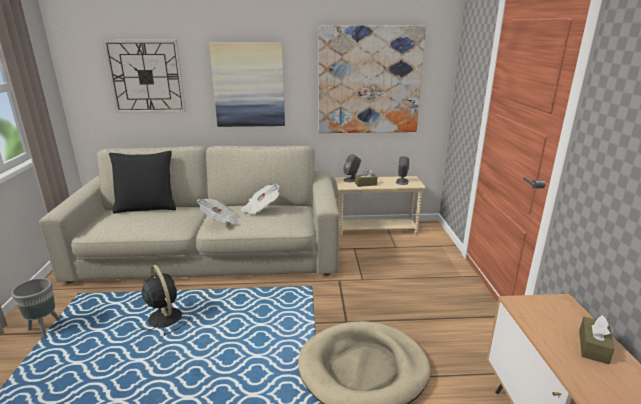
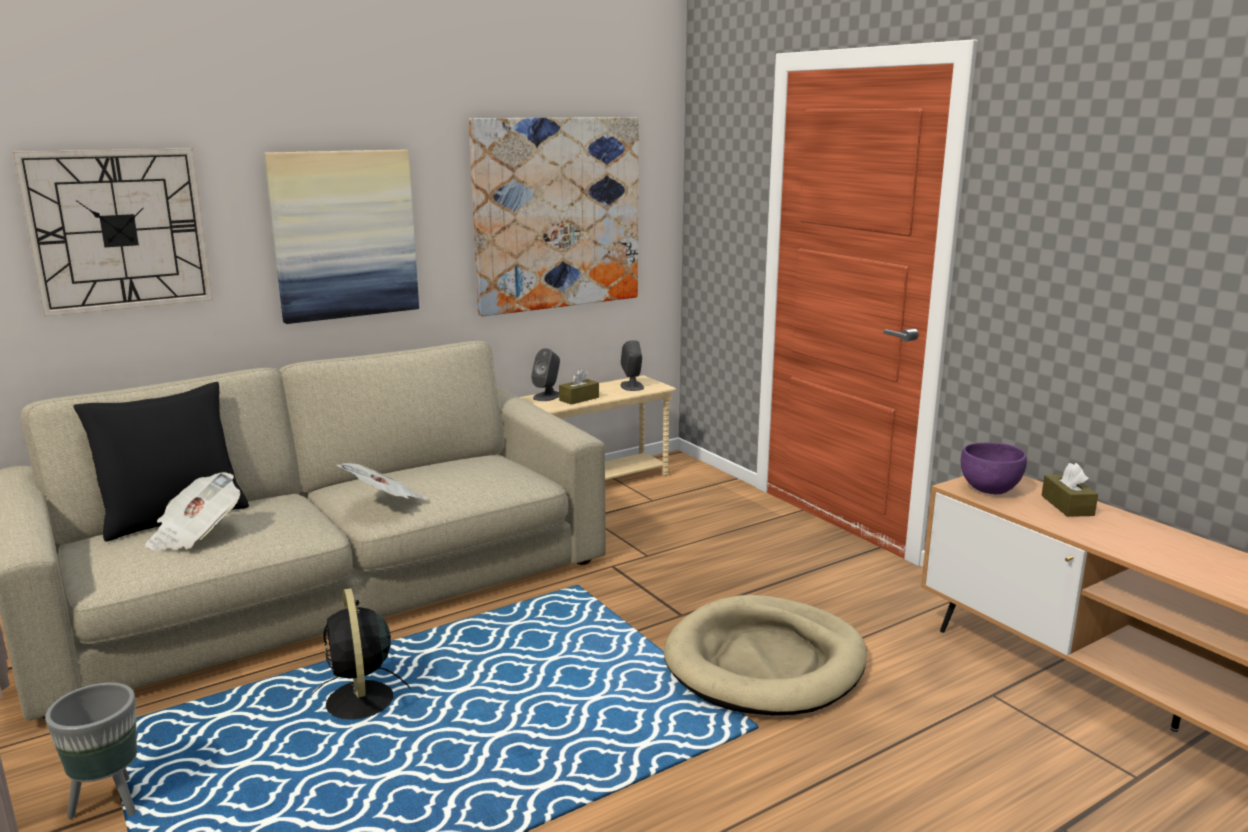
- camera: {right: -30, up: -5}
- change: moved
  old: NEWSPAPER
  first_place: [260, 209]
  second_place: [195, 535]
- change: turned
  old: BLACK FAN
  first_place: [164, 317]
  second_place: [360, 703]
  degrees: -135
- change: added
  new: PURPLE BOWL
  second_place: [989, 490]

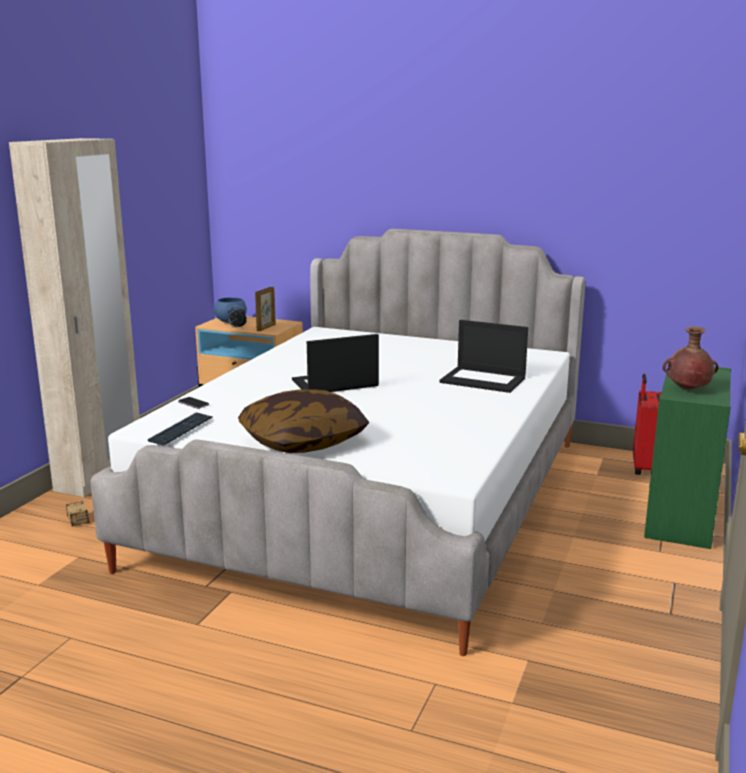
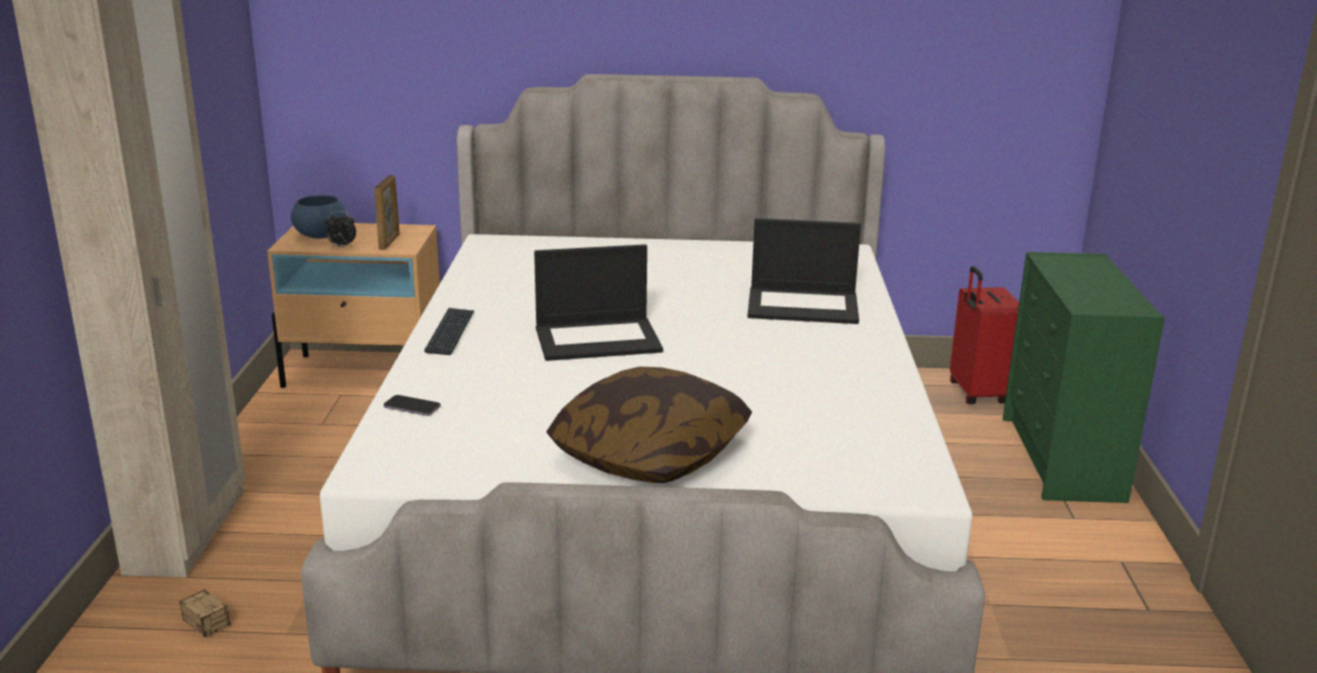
- camera: {right: -20, up: 5}
- change: moved
  old: KEYBOARD
  first_place: [181, 430]
  second_place: [450, 332]
- change: turned
  old: LAPTOP
  first_place: [334, 384]
  second_place: [599, 339]
  degrees: -150
- change: removed
  old: BROWN VASE
  first_place: [687, 390]

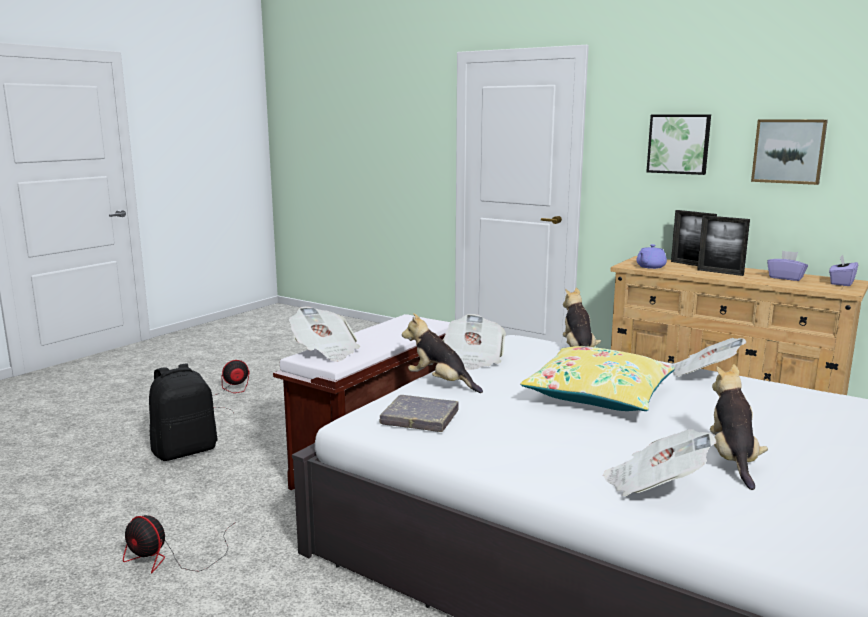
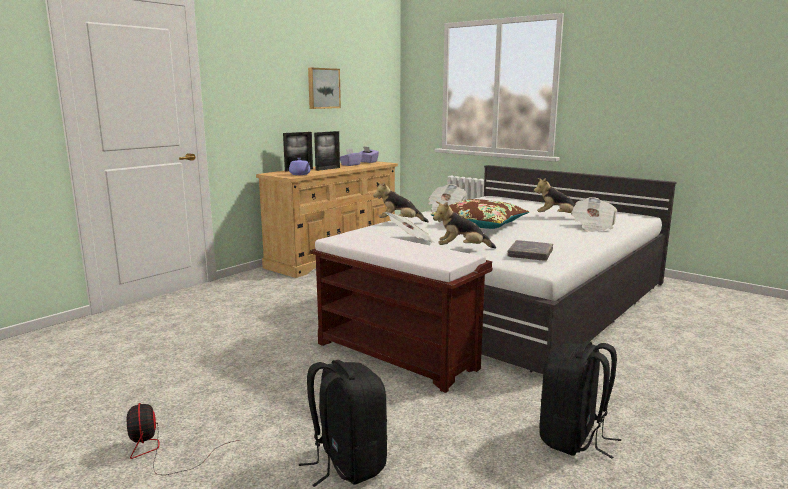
- camera: {right: -85, up: 0}
- change: recoloured
  old: YELLOW PILLOW
  new: BROWN PILLOW
  first_place: [599, 394]
  second_place: [480, 224]
- change: turned
  old: PLUSH TOY
  first_place: [440, 383]
  second_place: [462, 249]
  degrees: 45
- change: replaced
  old: FAN
  new: BLACK BACKPACK
  first_place: [171, 558]
  second_place: [573, 439]
- change: removed
  old: NEWSPAPER
  first_place: [325, 351]
- change: removed
  old: PICTURE
  first_place: [679, 144]

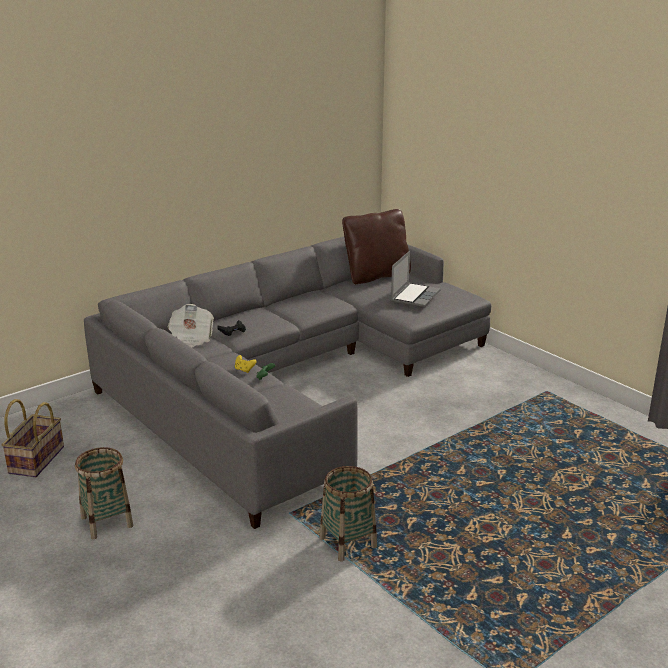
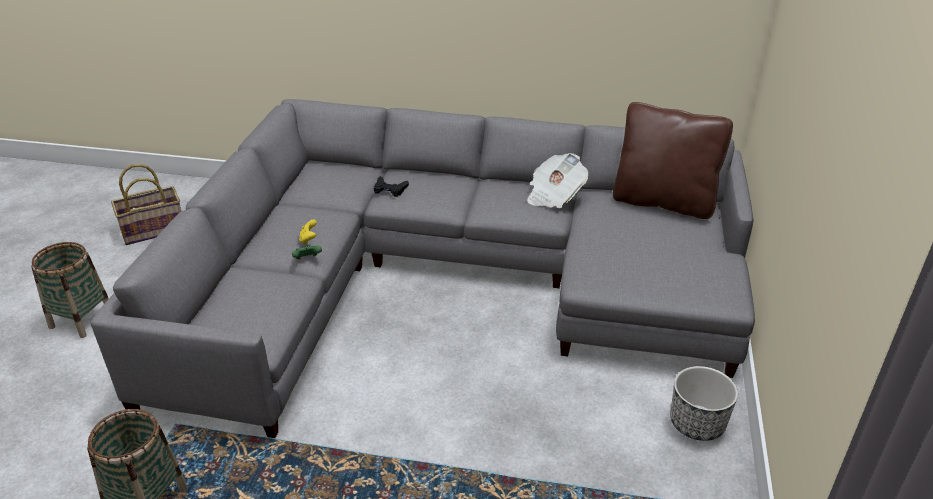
- camera: {right: 50, up: 10}
- change: moved
  old: NEWSPAPER
  first_place: [191, 338]
  second_place: [554, 195]
- change: added
  new: PLANTER
  second_place: [696, 423]
- change: removed
  old: LAPTOP
  first_place: [415, 296]

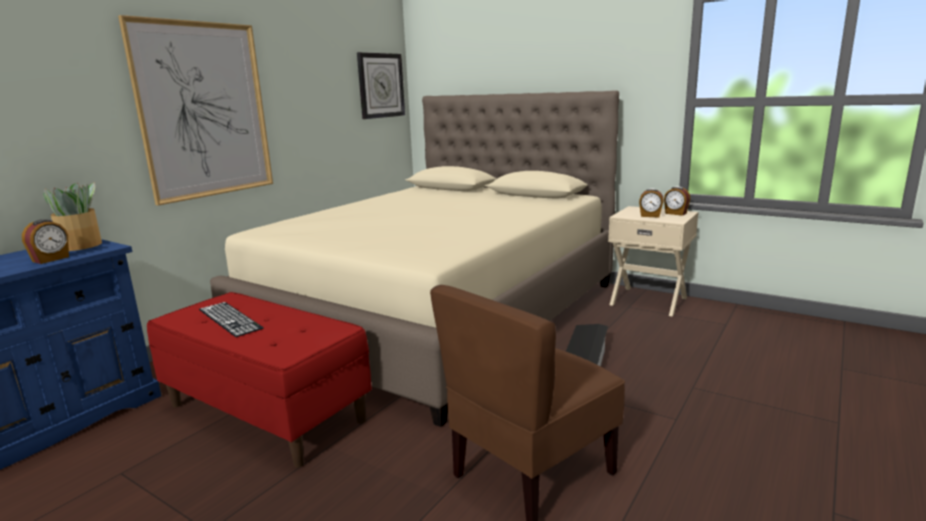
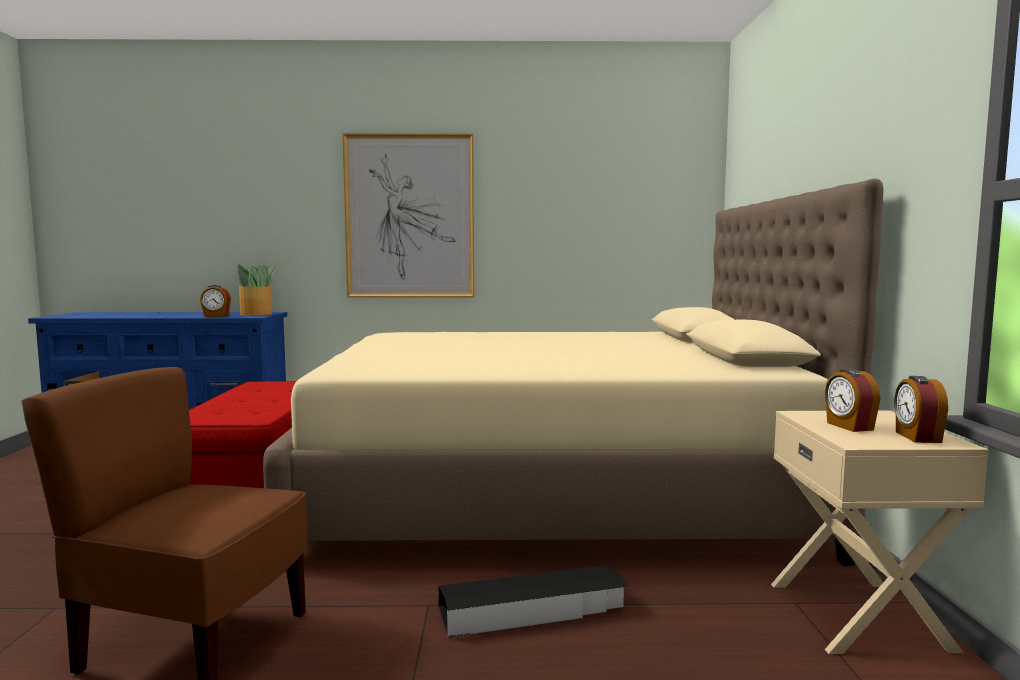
- camera: {right: 55, up: -10}
- change: removed
  old: KEYBOARD
  first_place: [230, 319]
- change: removed
  old: WALL CLOCK
  first_place: [380, 85]

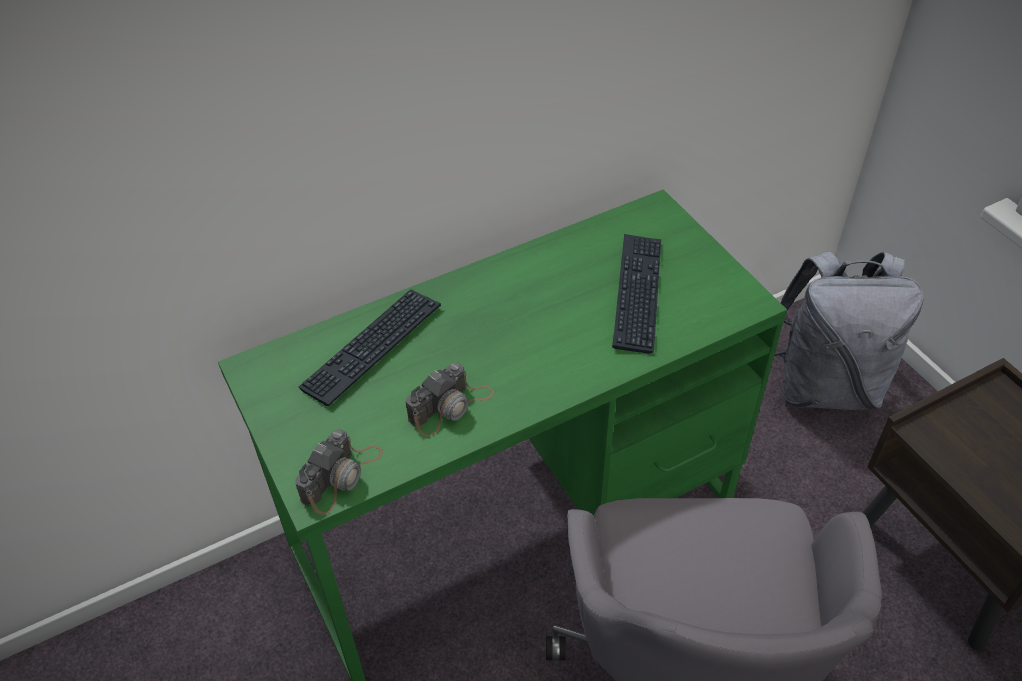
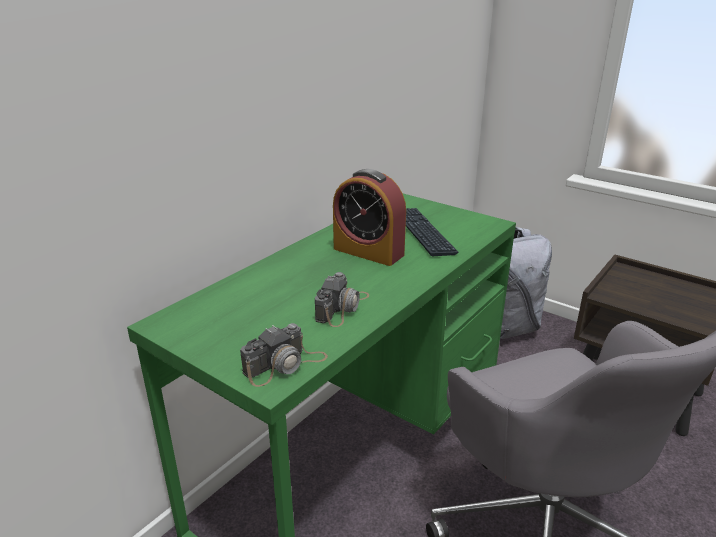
- camera: {right: -25, up: -20}
- change: turned
  old: PHOTO CAMERA
  first_place: [341, 475]
  second_place: [285, 365]
  degrees: 45
- change: added
  new: ALARM CLOCK
  second_place: [368, 252]
- change: removed
  old: KEYBOARD
  first_place: [372, 347]

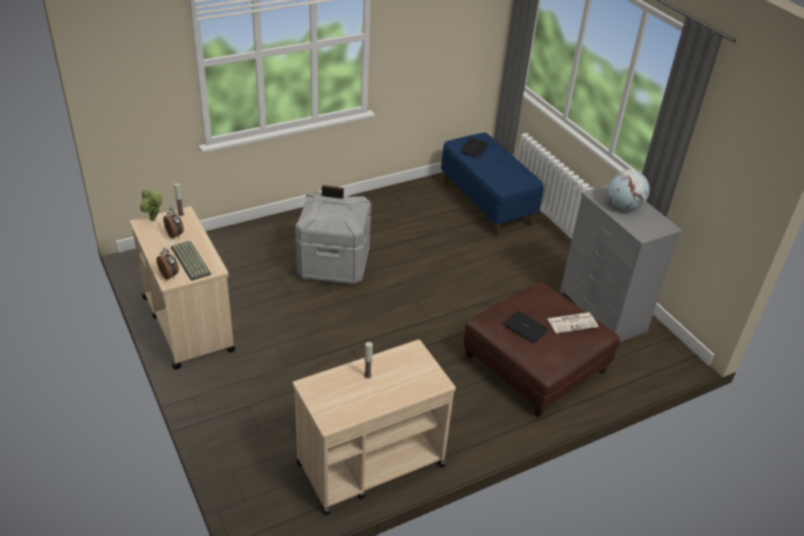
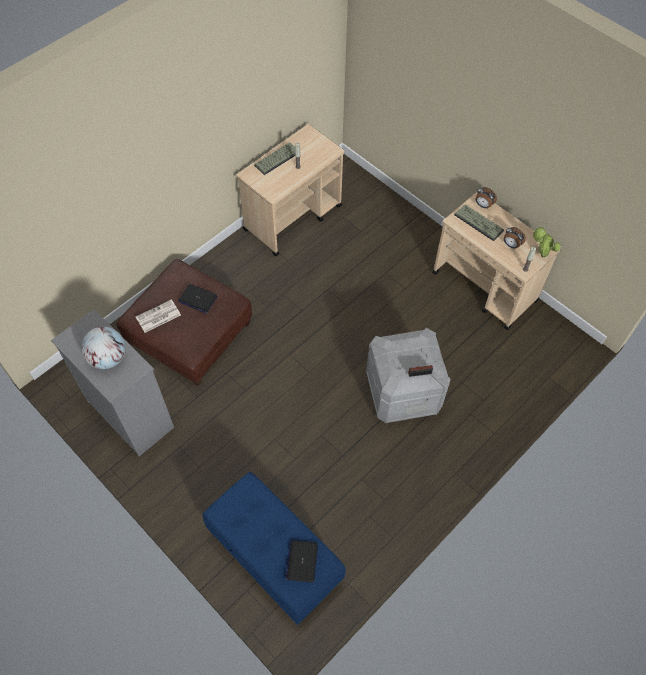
- camera: {right: 165, up: 20}
- change: added
  new: KEYBOARD
  second_place: [277, 158]

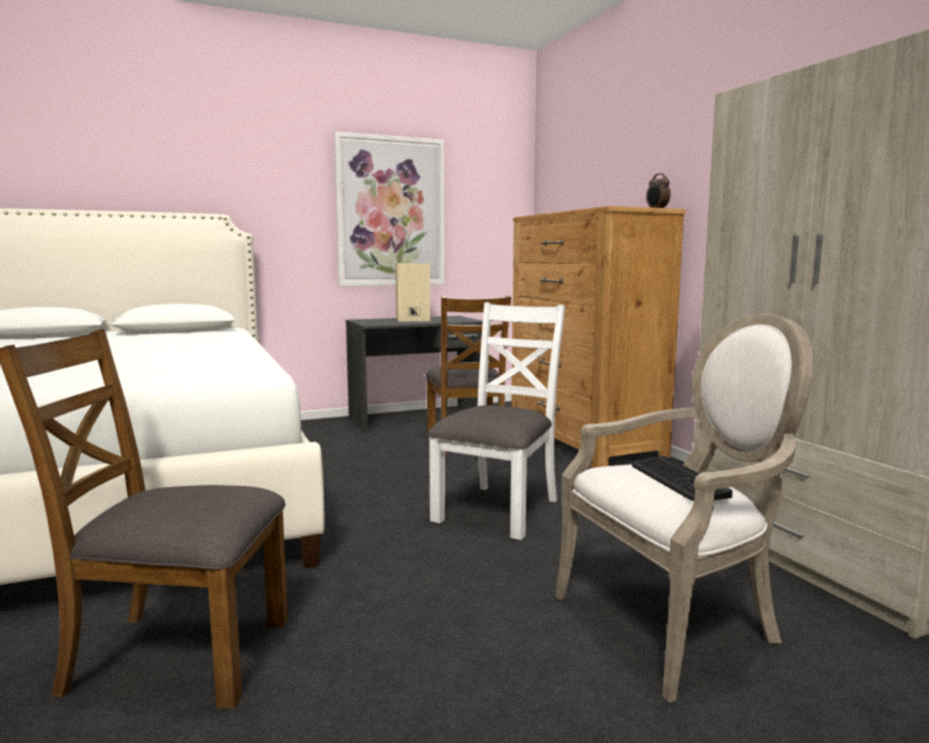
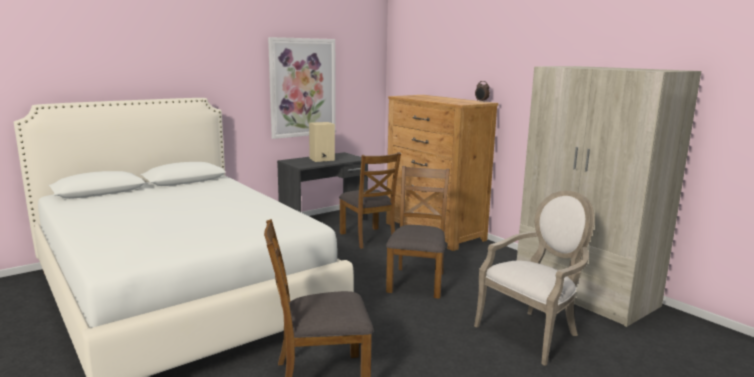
- camera: {right: -15, up: 5}
- change: recoloured
  old: WHITE CHAIR
  new: BROWN CHAIR
  first_place: [498, 510]
  second_place: [417, 282]
- change: removed
  old: KEYBOARD
  first_place: [677, 480]

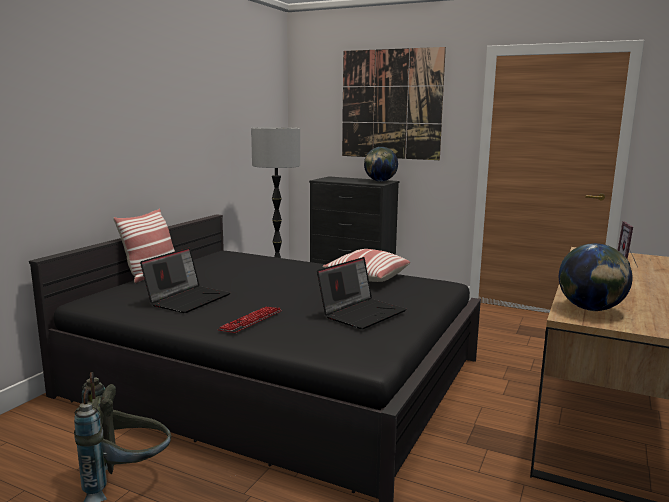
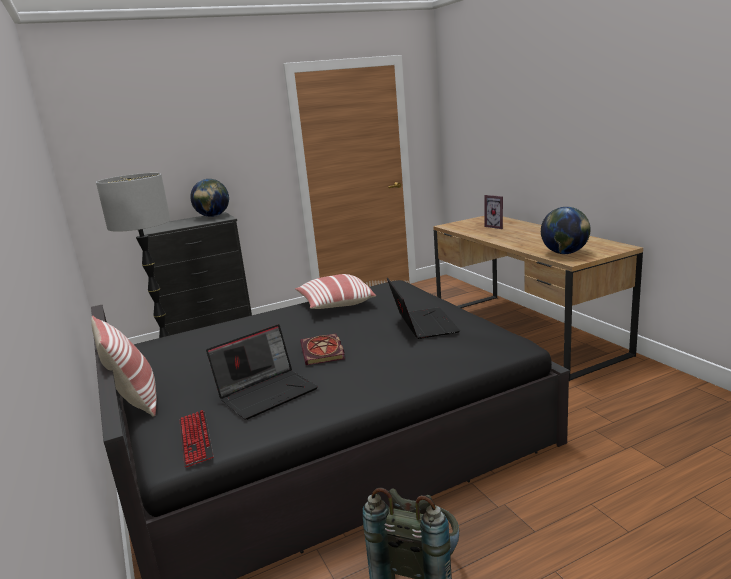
- camera: {right: -50, up: 5}
- change: moved
  old: KEYBOARD
  first_place: [251, 321]
  second_place: [195, 439]
- change: turned
  old: LAPTOP
  first_place: [188, 299]
  second_place: [267, 392]
  degrees: 75
- change: added
  new: BOOK
  second_place: [323, 352]
- change: removed
  old: PICTURE
  first_place: [391, 104]

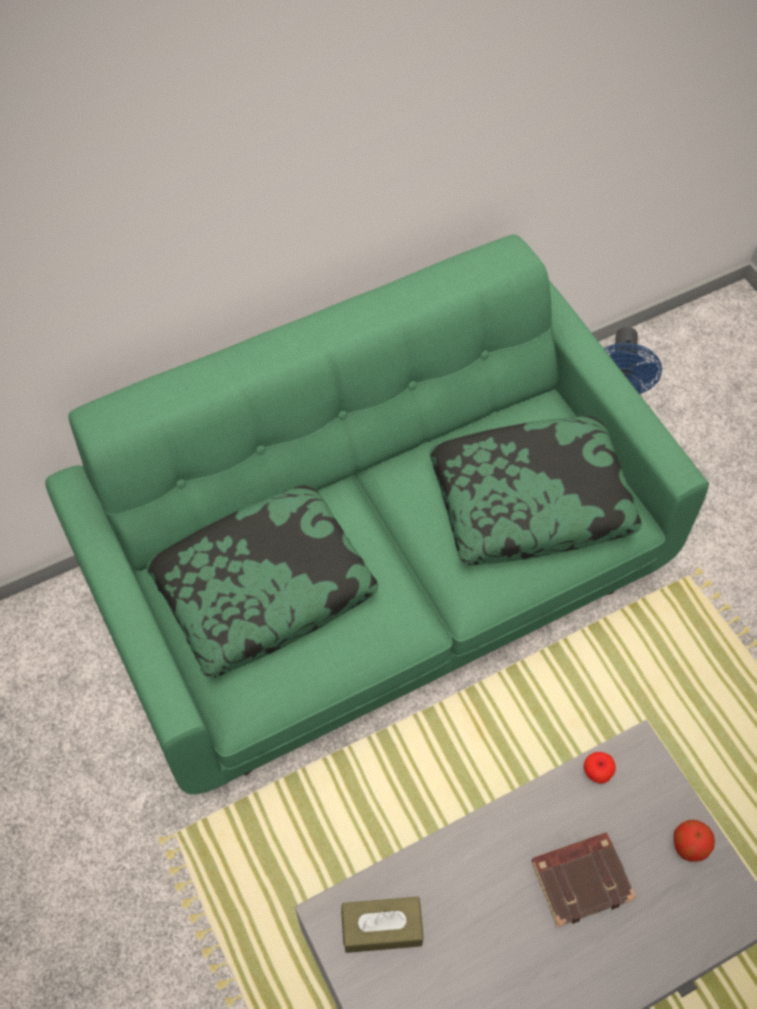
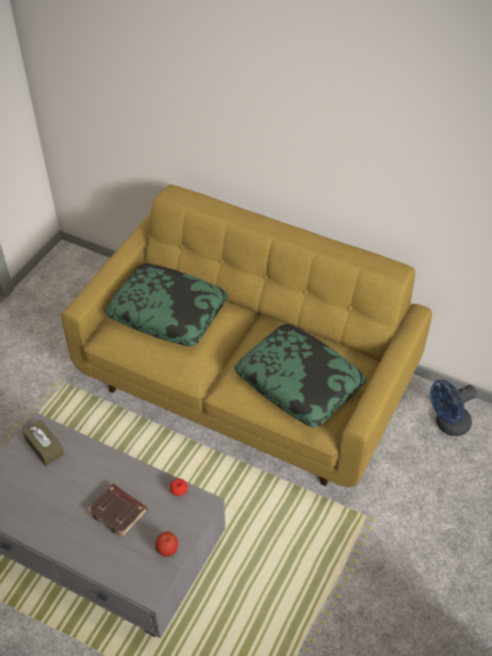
- camera: {right: 55, up: -10}
- change: recoloured
  old: GREEN SOFA
  new: YELLOW SOFA
  first_place: [378, 579]
  second_place: [247, 384]

